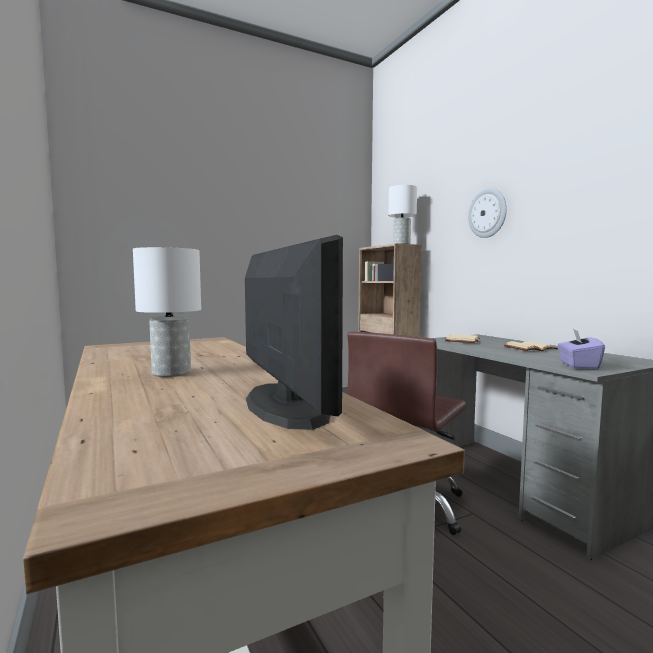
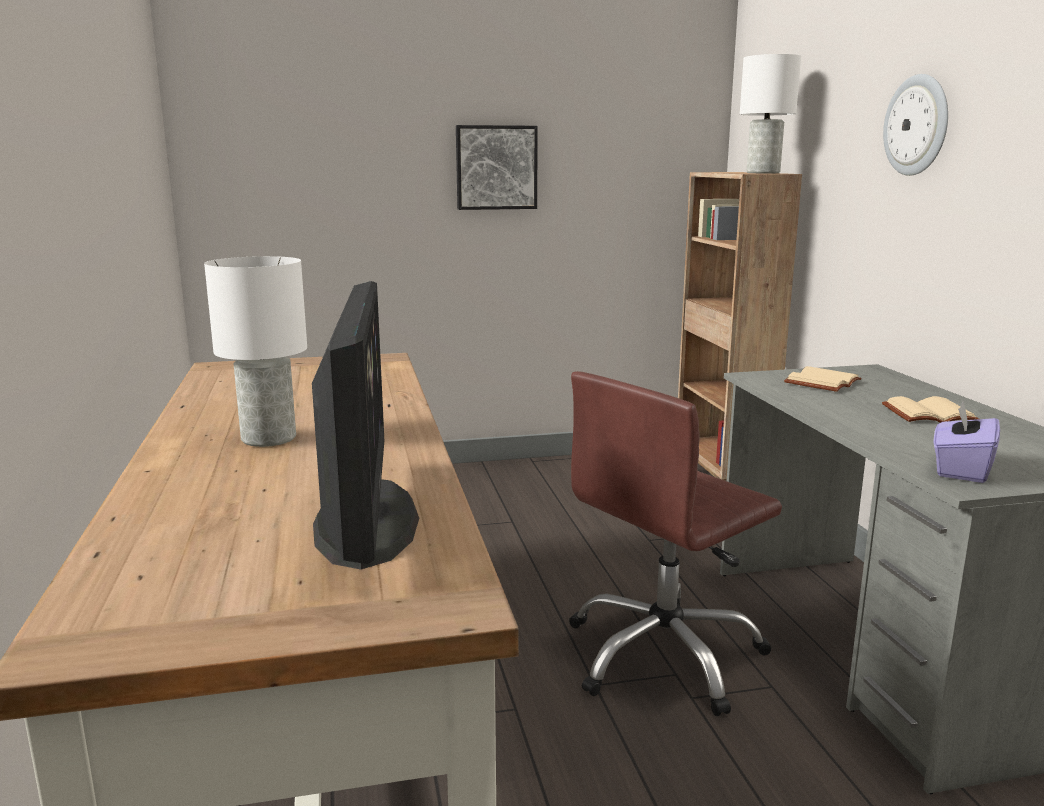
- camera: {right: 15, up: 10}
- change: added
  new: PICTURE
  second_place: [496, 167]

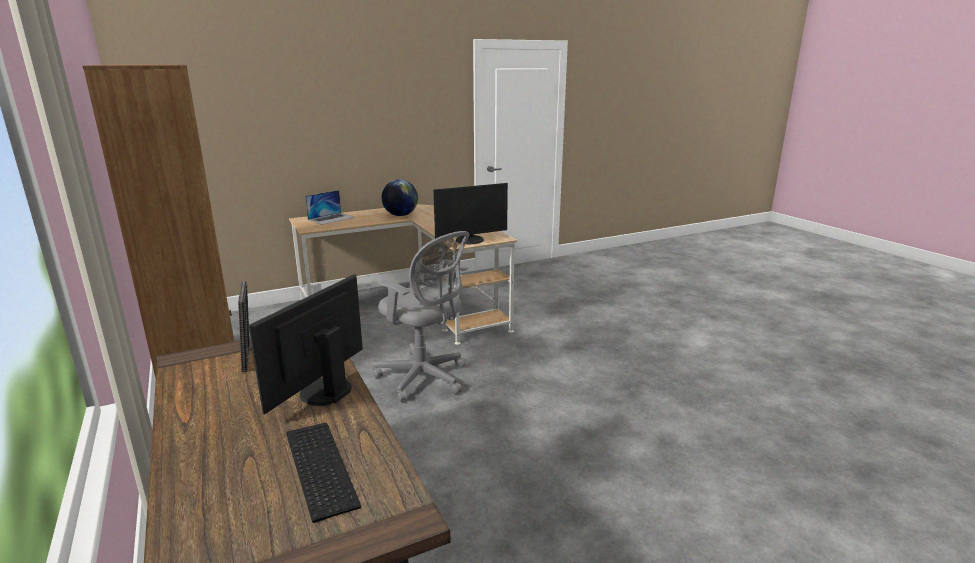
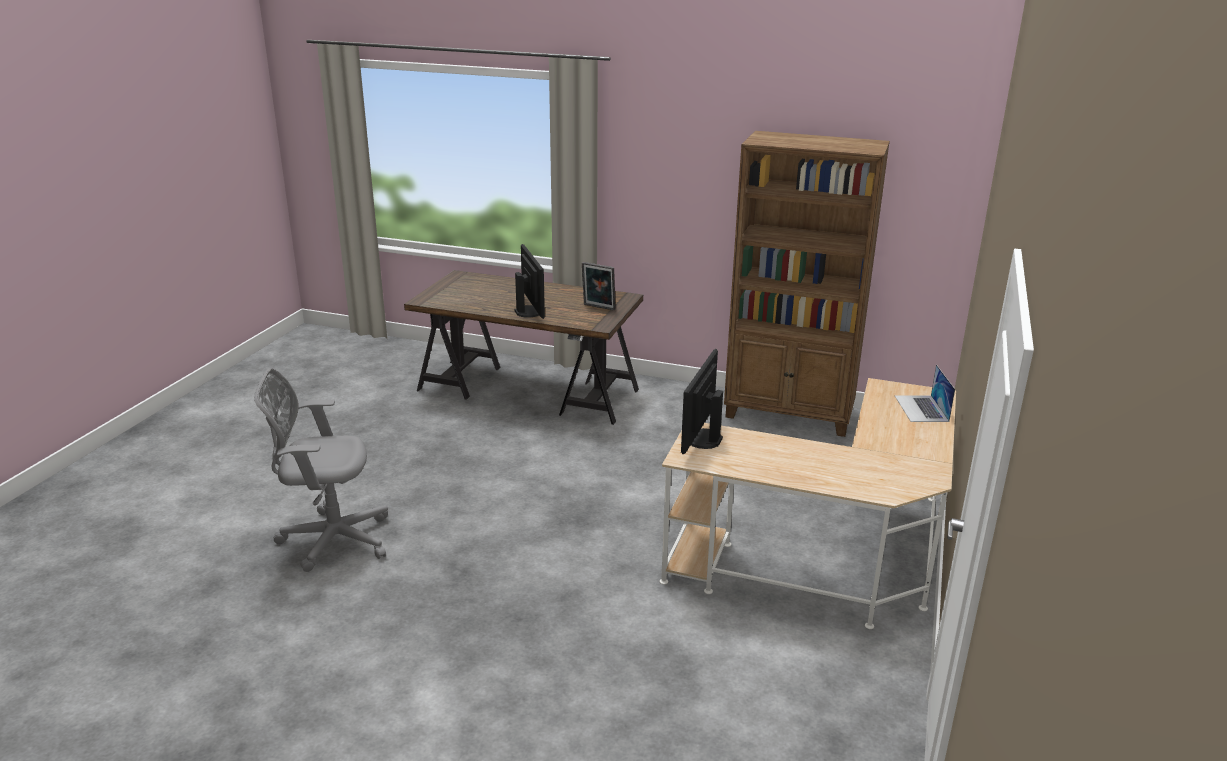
- camera: {right: 135, up: 5}
- change: moved
  old: GREY OFFICE CHAIR
  first_place: [424, 378]
  second_place: [330, 539]
- change: removed
  old: KEYBOARD
  first_place: [317, 467]
- change: removed
  old: GLOBE
  first_place: [400, 215]

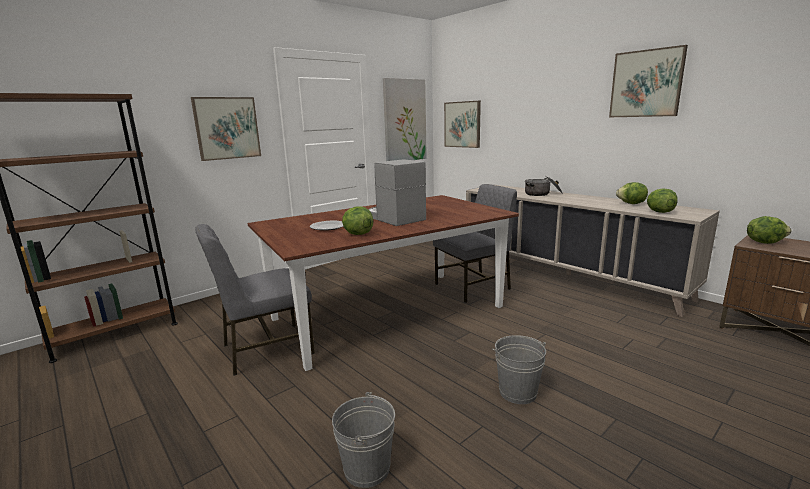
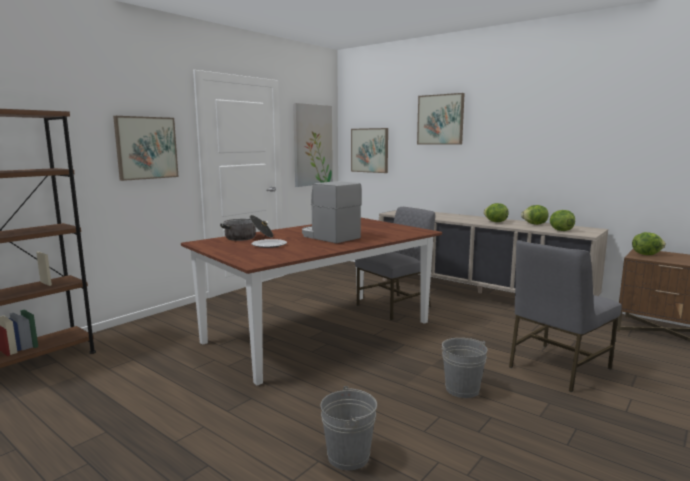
- camera: {right: -10, up: -5}
- change: moved
  old: COOKING POT
  first_place: [543, 194]
  second_place: [248, 237]
- change: moved
  old: PICTURE
  first_place: [646, 83]
  second_place: [440, 119]
- change: moved
  old: LETTUCE
  first_place: [357, 234]
  second_place: [495, 222]
- change: moved
  old: GREY CHAIR
  first_place: [265, 349]
  second_place: [557, 367]

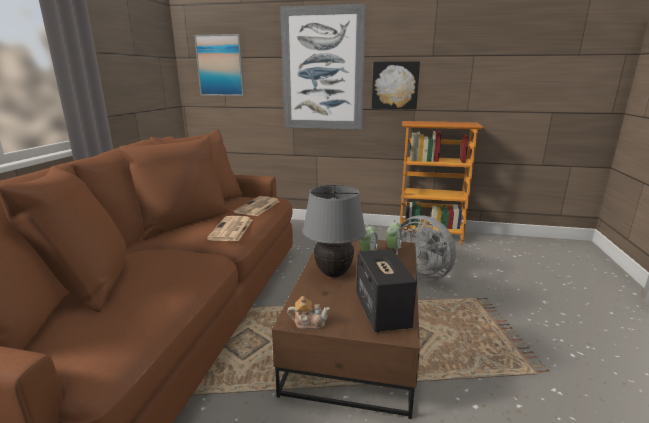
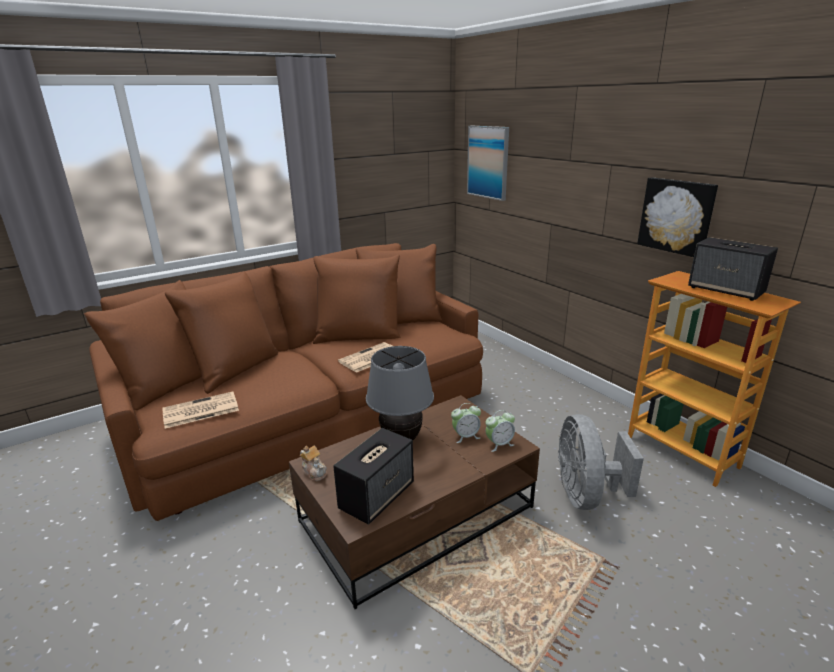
- camera: {right: 45, up: 5}
- change: moved
  old: NEWSPAPER
  first_place: [257, 207]
  second_place: [199, 411]
- change: added
  new: SPEAKER
  second_place: [726, 290]
- change: removed
  old: PICTURE
  first_place: [322, 69]

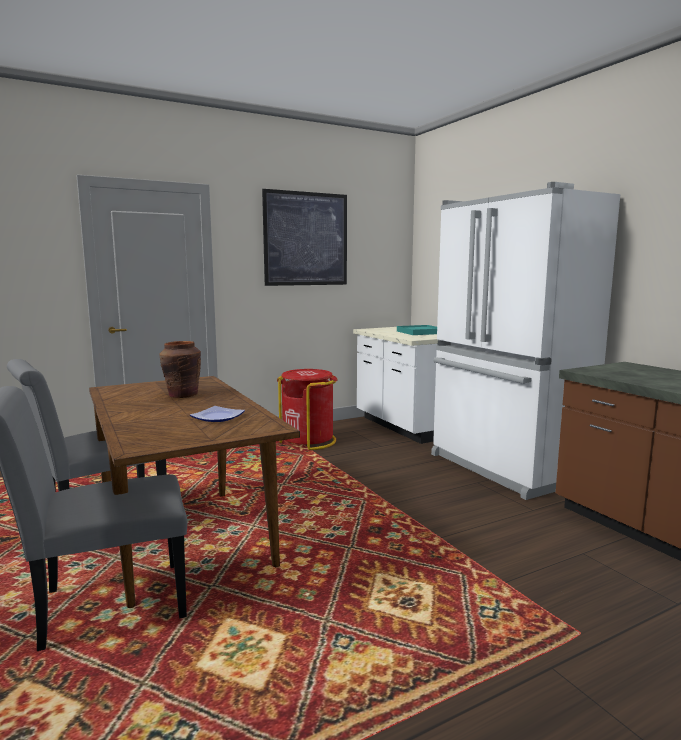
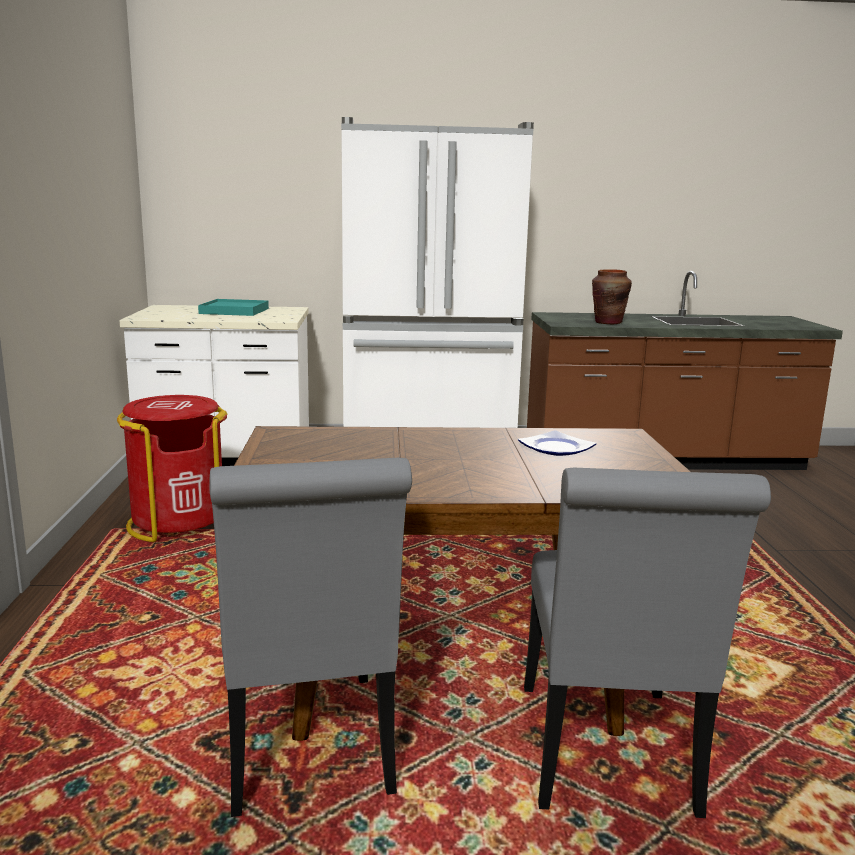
- camera: {right: -65, up: 5}
- change: moved
  old: BROWN VASE
  first_place: [182, 395]
  second_place: [608, 322]
- change: removed
  old: PICTURE
  first_place: [306, 239]

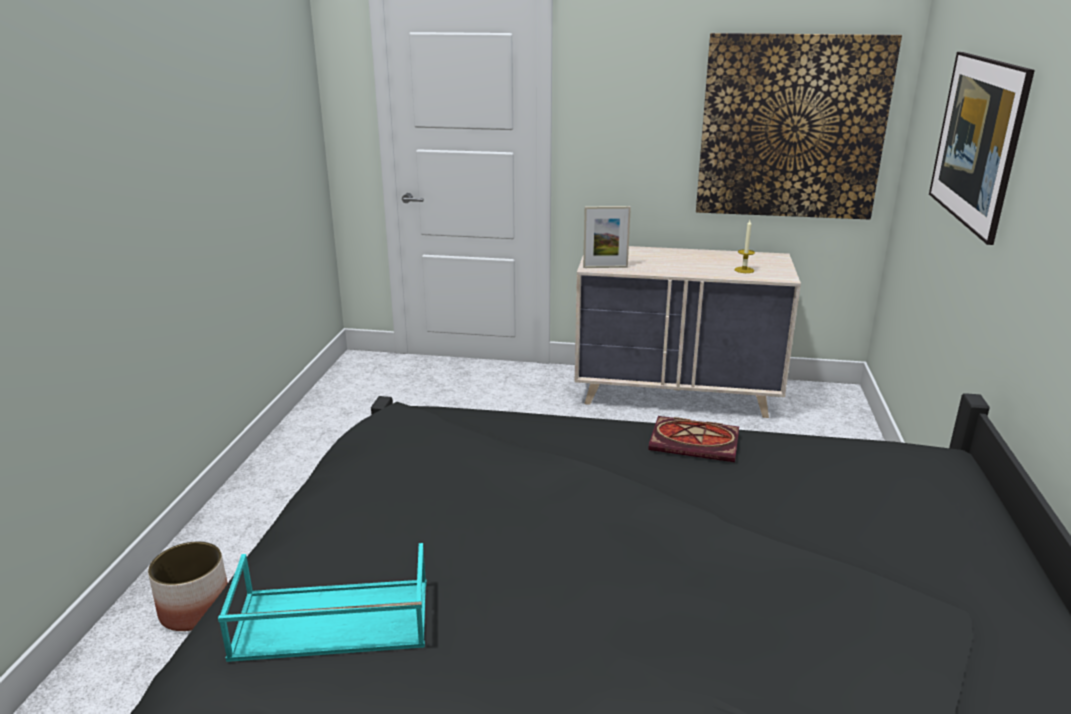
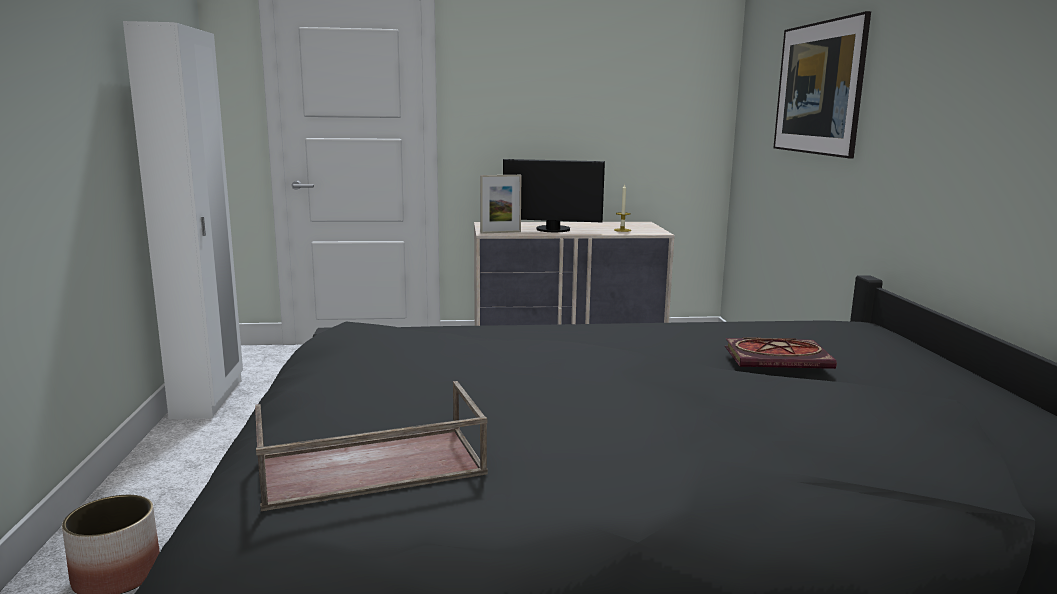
- camera: {right: -15, up: -10}
- change: added
  new: WHITE WARDROBE
  second_place: [209, 398]
- change: recoloured
  old: TURQUOISE TRAY
  new: BROWN TRAY
  first_place: [330, 621]
  second_place: [369, 468]
- change: added
  new: MONITOR
  second_place: [553, 230]
- change: moved
  old: BOOK
  first_place: [696, 442]
  second_place: [779, 358]
- change: removed
  old: PICTURE
  first_place: [792, 128]

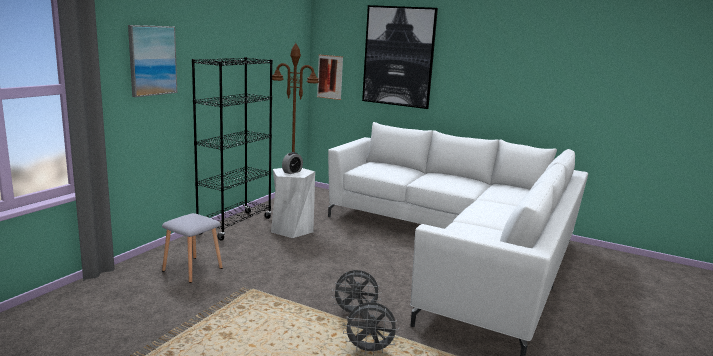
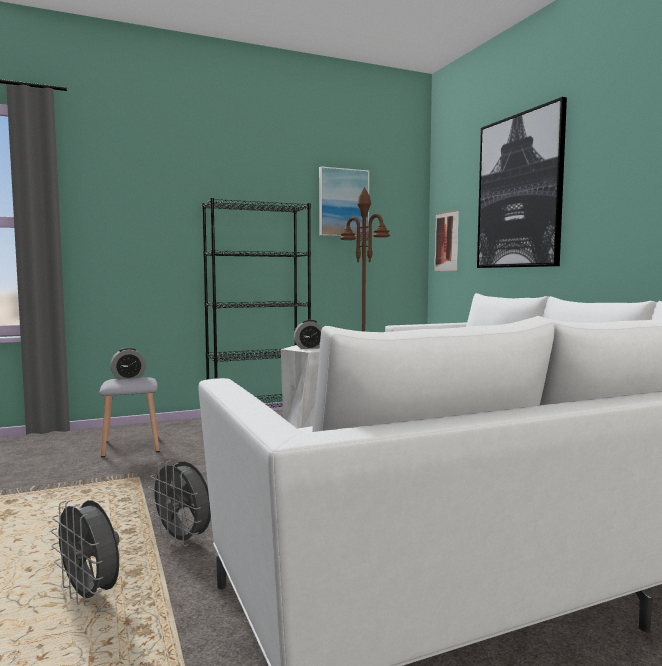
- camera: {right: 40, up: -10}
- change: added
  new: ALARM CLOCK
  second_place: [128, 377]
- change: moved
  old: PICTURE
  first_place: [152, 60]
  second_place: [343, 203]

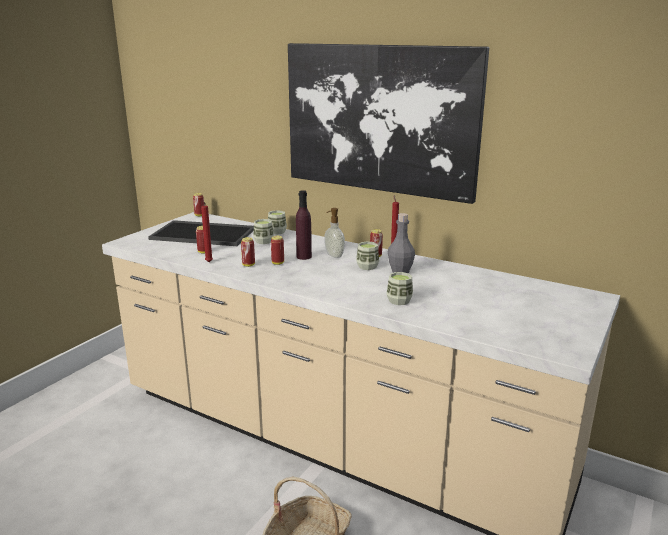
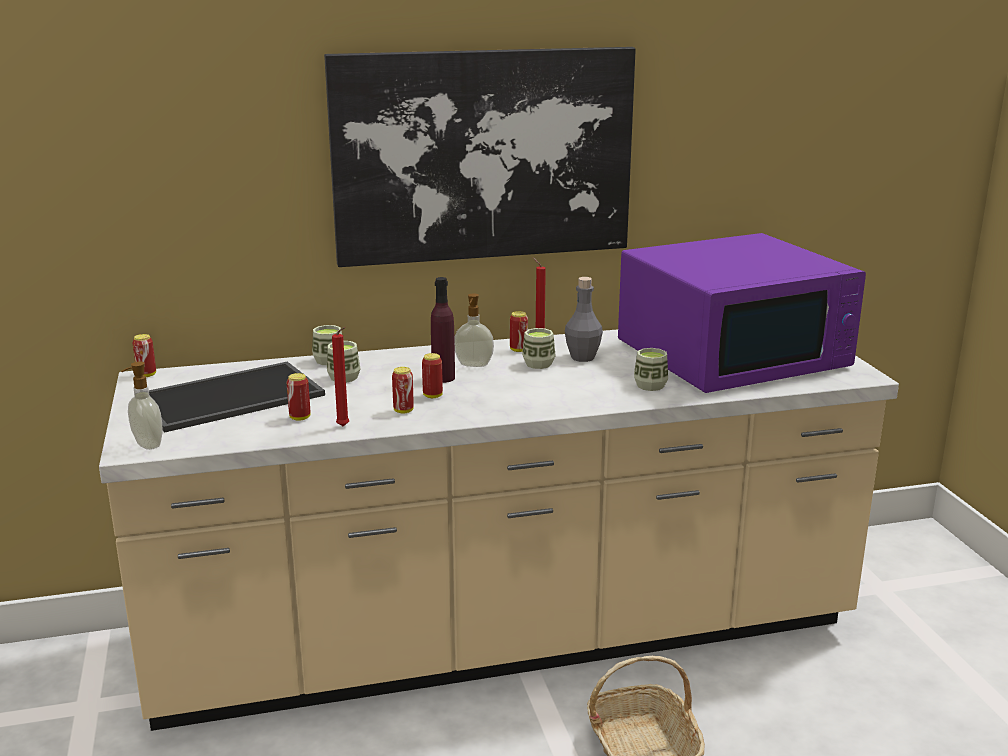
- camera: {right: -45, up: 0}
- change: added
  new: SOAP DISPENSER
  second_place: [147, 445]
- change: added
  new: PURPLE MICROWAVE
  second_place: [734, 355]

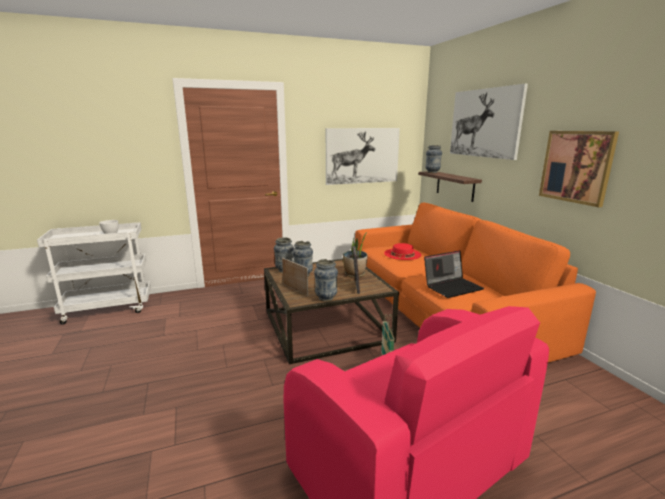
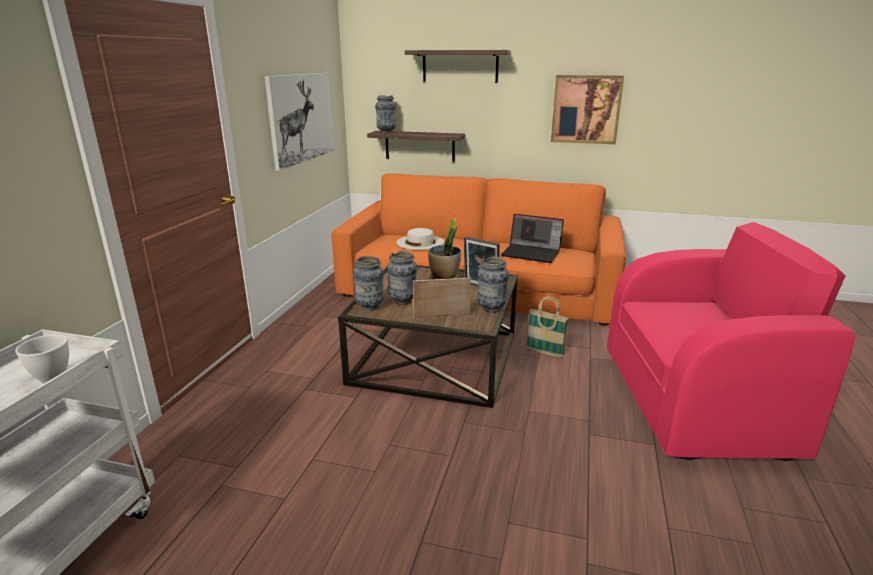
- camera: {right: -55, up: 5}
- change: recoloured
  old: RED HAT
  new: WHITE HAT
  first_place: [402, 254]
  second_place: [420, 242]
- change: replaced
  old: PICTURE
  new: SHELF
  first_place: [485, 123]
  second_place: [460, 66]
- change: turned
  old: LAPTOP
  first_place: [452, 287]
  second_place: [532, 253]
  degrees: 105

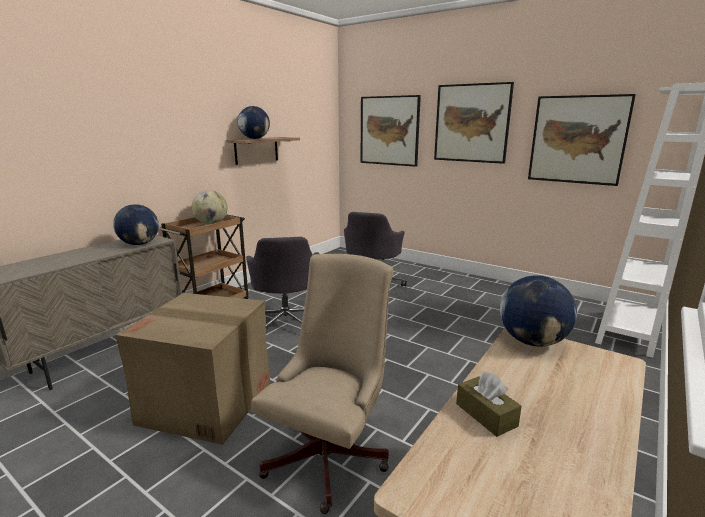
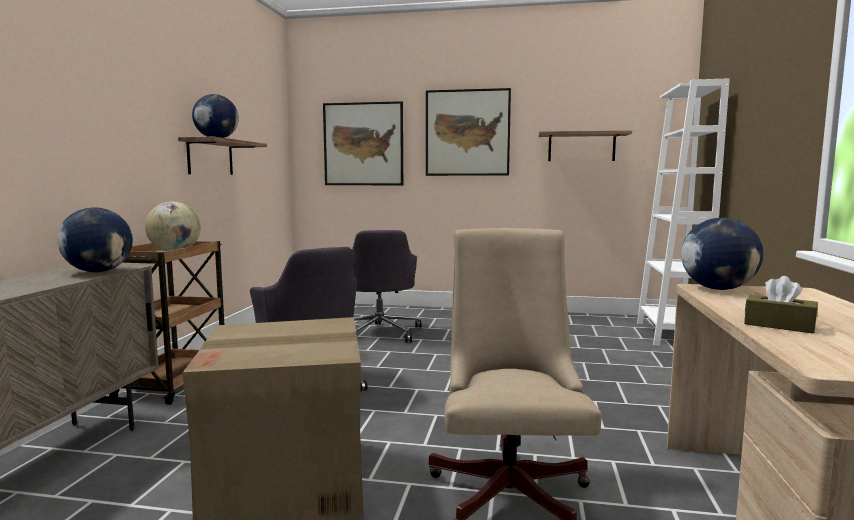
- camera: {right: -25, up: -10}
- change: replaced
  old: PICTURE
  new: SHELF
  first_place: [577, 140]
  second_place: [581, 147]

